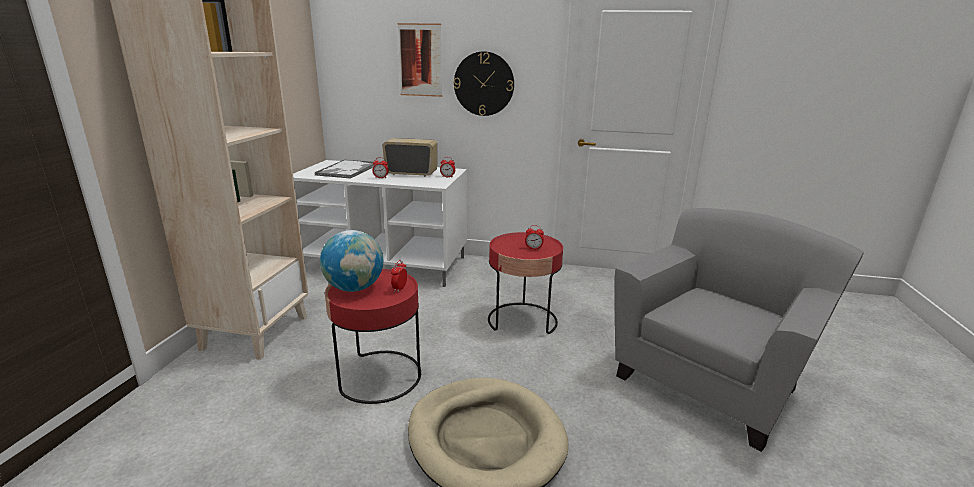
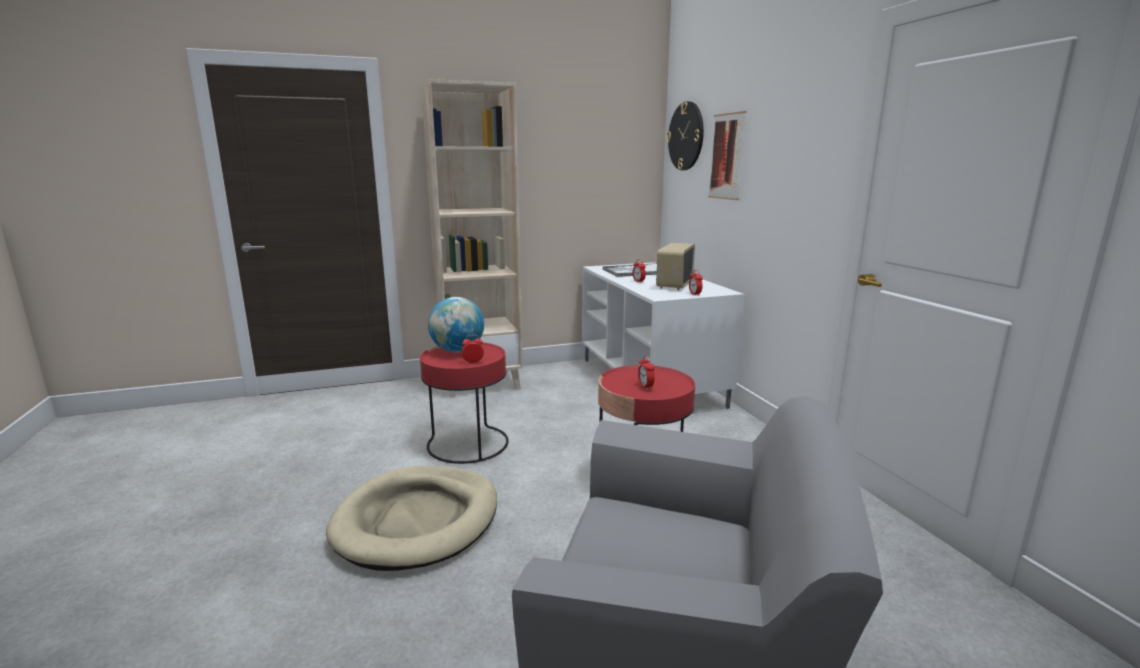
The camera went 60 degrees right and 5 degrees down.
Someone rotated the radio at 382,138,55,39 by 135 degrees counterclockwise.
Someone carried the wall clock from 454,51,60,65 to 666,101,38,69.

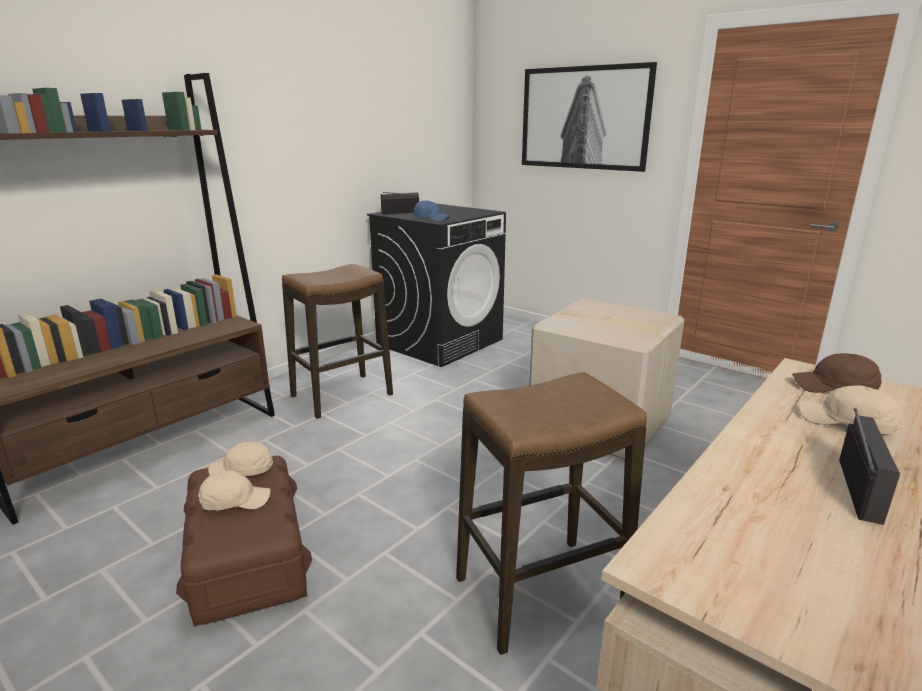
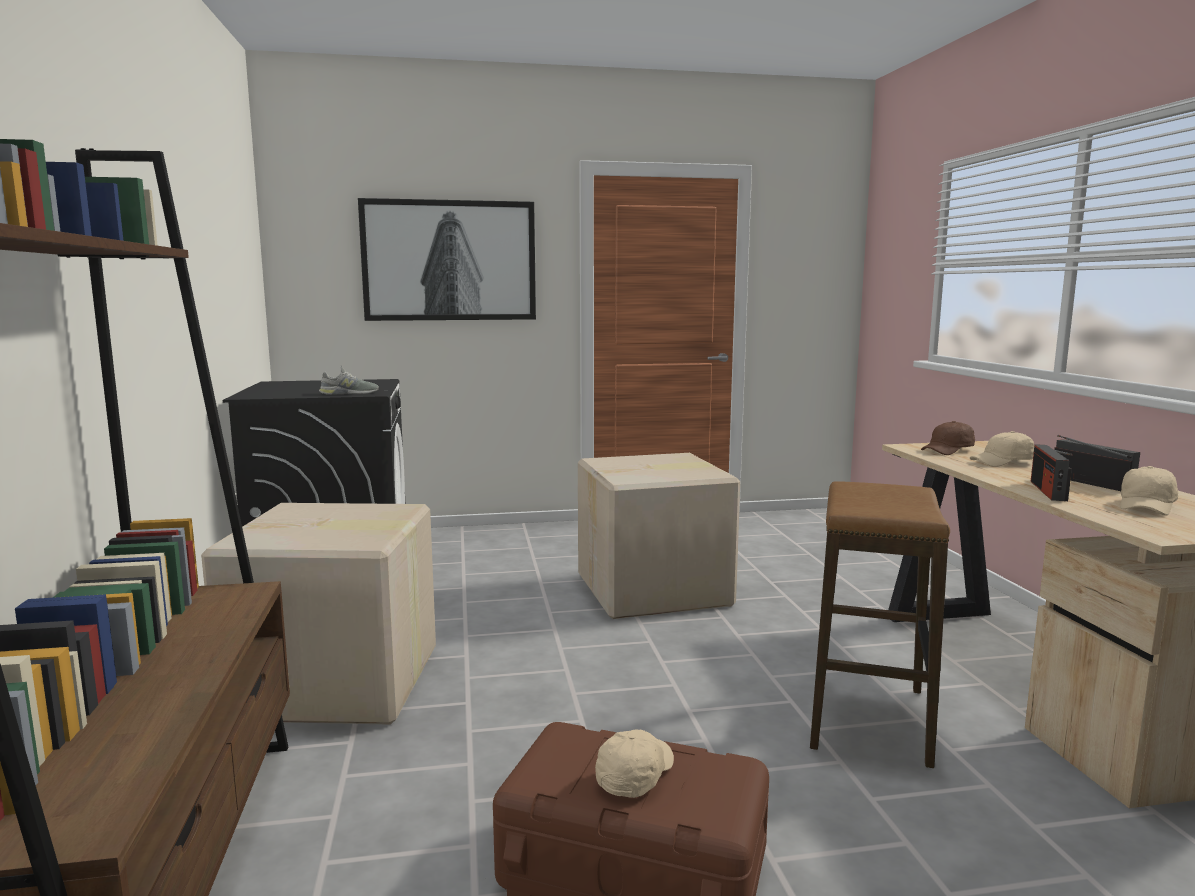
The camera went 50 degrees left and 10 degrees down.
Someone swapped the stool at 282,264,111,155 for the cardboard box at 201,503,235,222.
Someone swapped the blue cap at 414,200,35,21 for the grey shoe at 319,365,60,30.
Someone carried the radio from 381,192,38,23 to 1031,444,42,57.
Someone carried the beige cap from 208,442,65,34 to 1120,466,58,50.

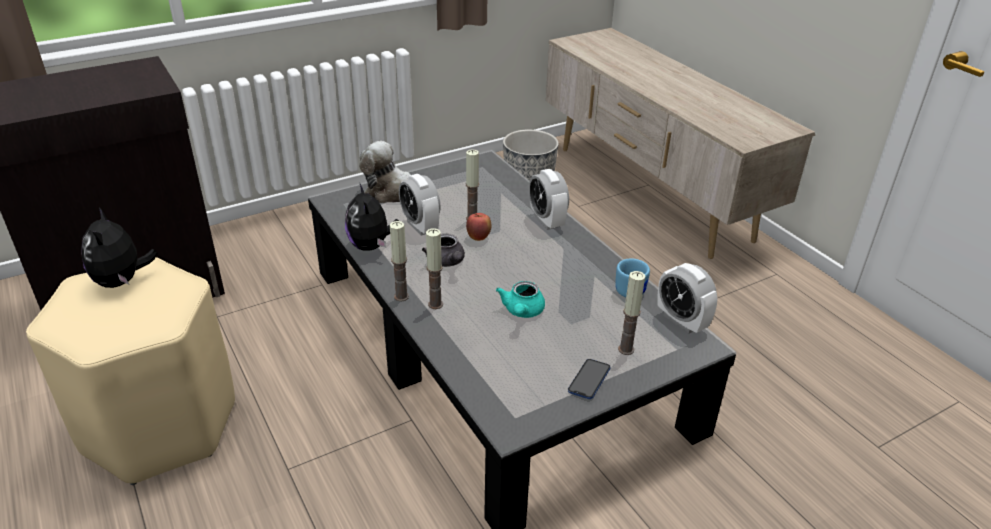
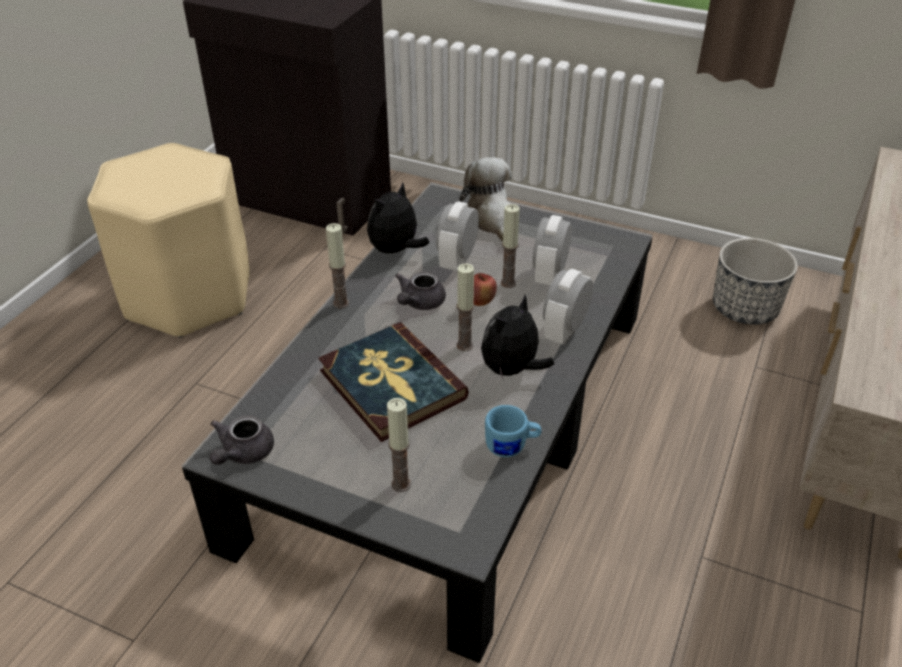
The camera went 55 degrees right and 5 degrees up.
Someone put down the grey teapot at 210,416,64,49.
Someone swapped the turquoise teapot at 496,281,49,37 for the book at 318,322,151,120.
Someone carried the candle from 426,228,17,81 to 457,263,17,88.
Someone carried the plush toy from 81,207,77,81 to 481,294,73,85.
Someone carried the alarm clock from 657,263,60,71 to 532,215,40,71.
Someone took away the phone at 568,359,42,40.

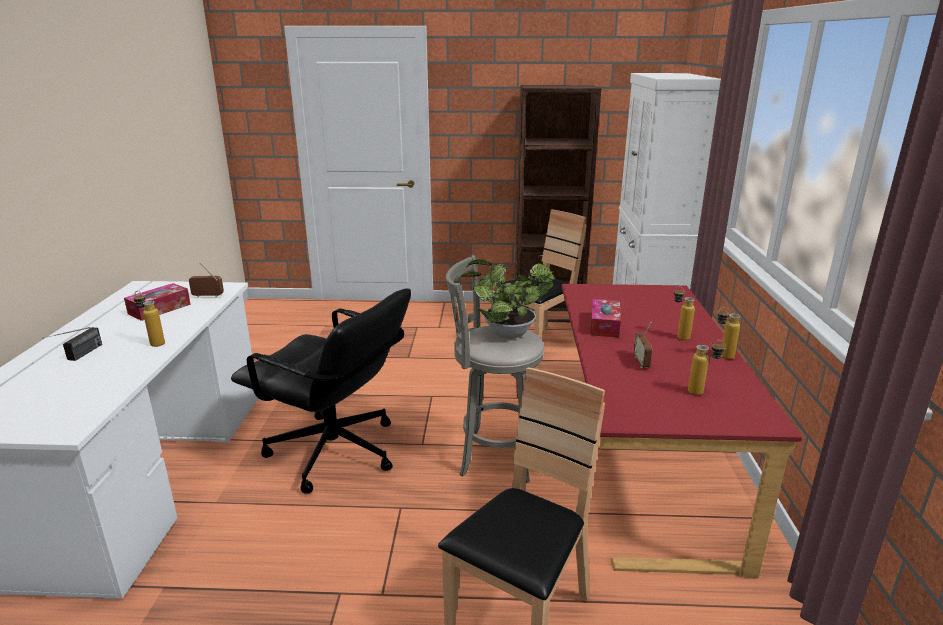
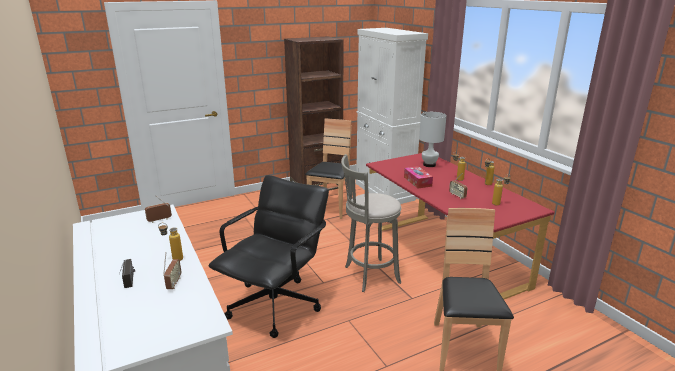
The camera went 30 degrees left and 0 degrees up.
Someone put down the radio at 163,252,18,37.
Someone rotated the black office chair at 231,288,180,206 by 60 degrees counterclockwise.
Someone put down the white table lamp at 419,112,28,55.
Someone took away the tissue box at 124,283,67,38.
Someone took away the potted plant at 455,259,100,80.

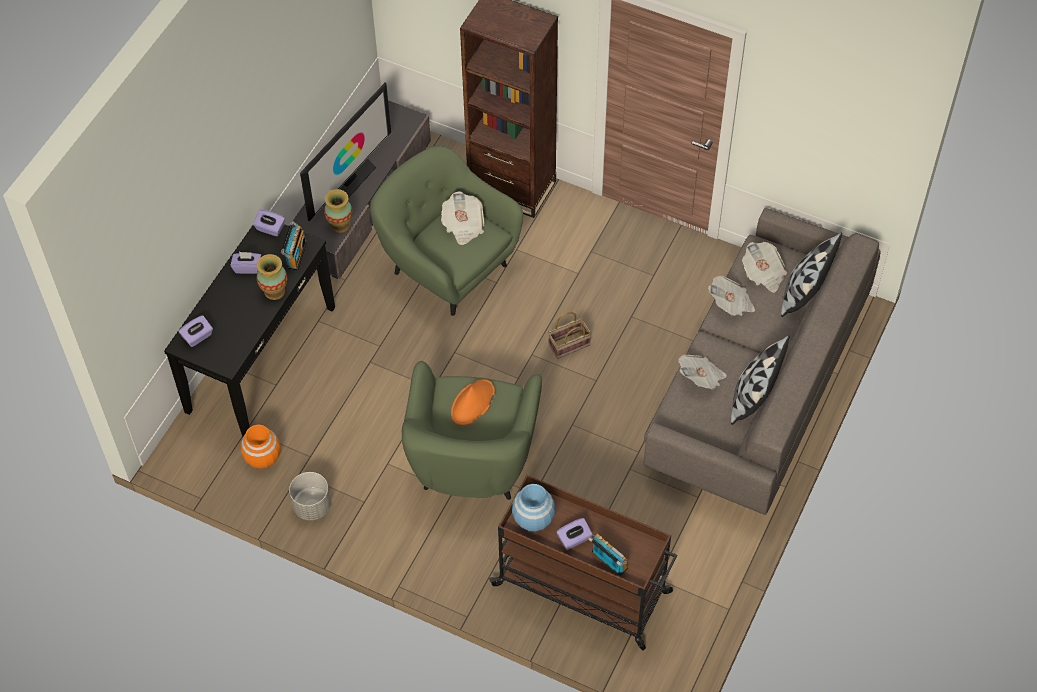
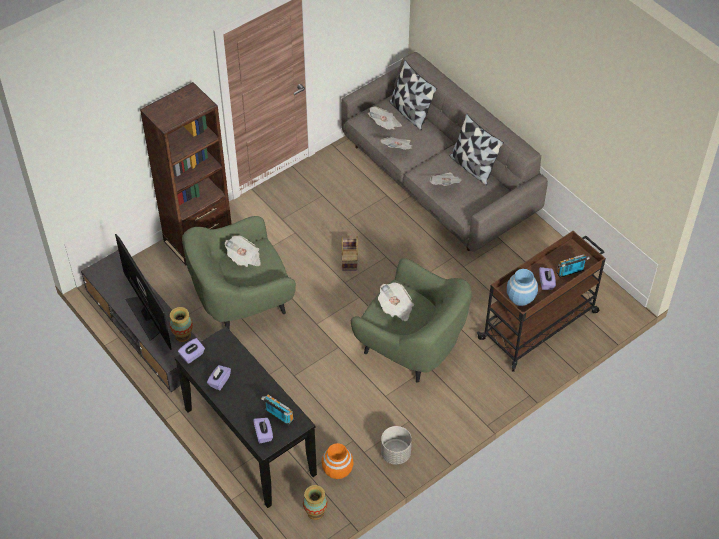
The camera went 65 degrees left and 5 degrees down.
Someone carried the radio from 281,221,26,49 to 261,395,33,30.
Someone carried the vase from 257,254,30,46 to 303,485,25,35.
Someone swapped the orange hat at 451,380,44,46 for the newspaper at 378,283,36,38.

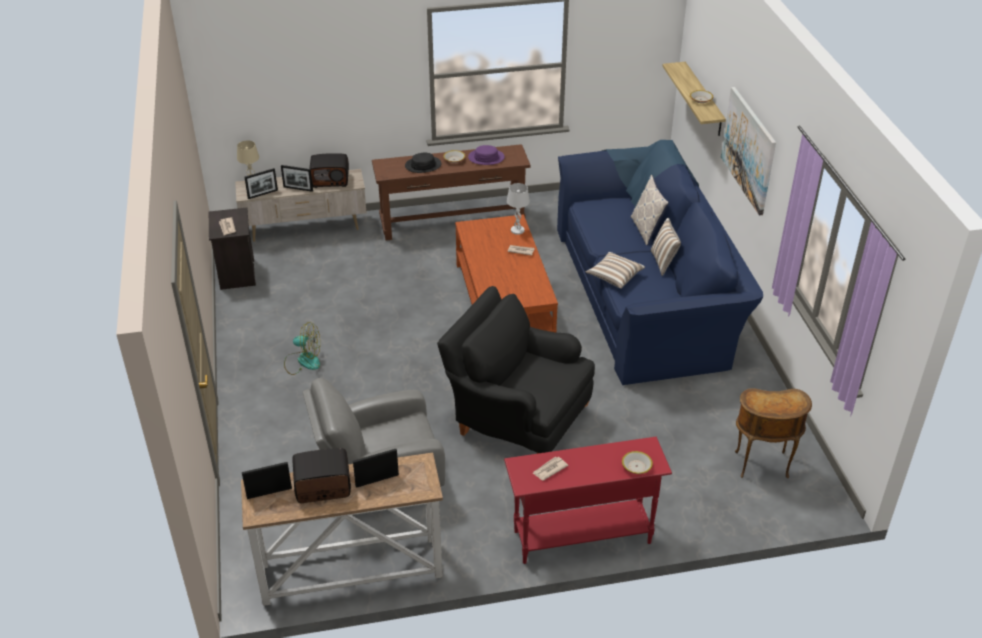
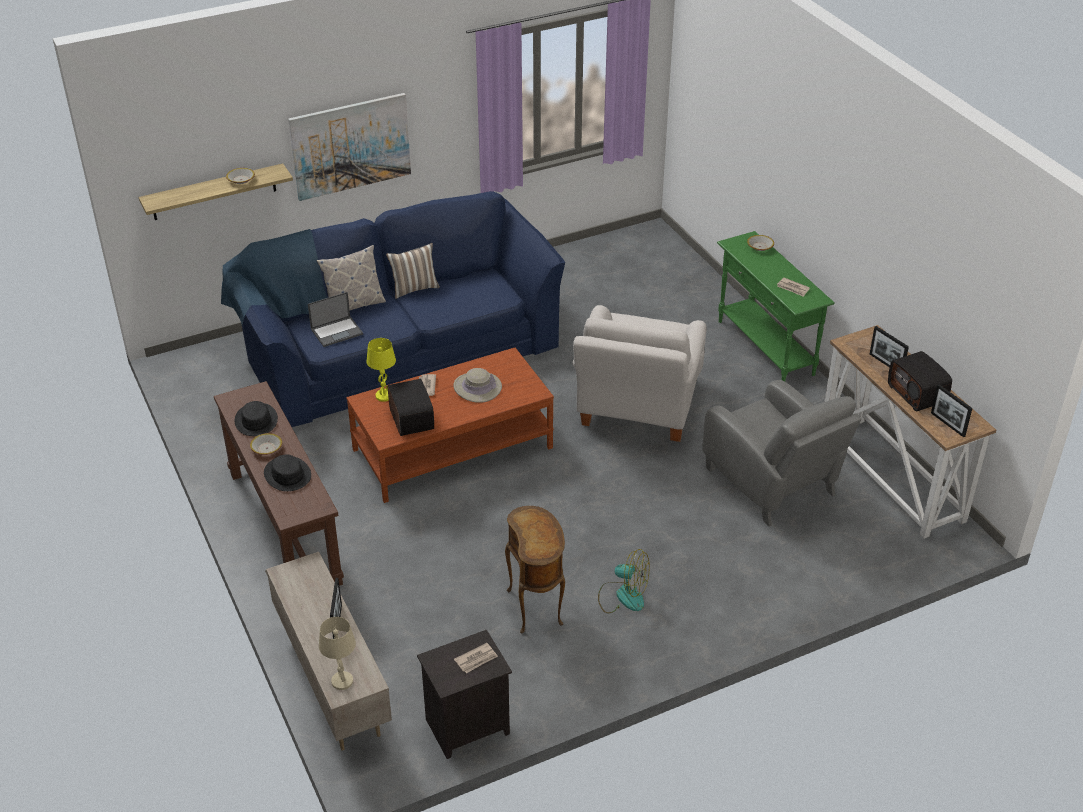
The camera went 105 degrees left and 0 degrees up.
Someone repainted the purple hat at 468,145,37,20, which became the black hat at 235,401,43,35.
Someone put down the laptop at 308,292,55,55.
Someone repainted the white table lamp at 507,183,23,52, which became the yellow table lamp at 367,338,29,64.
Someone carried the radio from 309,153,40,35 to 387,379,47,57.
Someone put down the beige hat at 454,368,48,35.
Someone carried the brown side table from 735,388,77,90 to 505,506,60,127.
Someone repainted the black armchair at 437,286,158,168, which became the white armchair at 573,305,134,137.
Someone rotated the fan at 284,322,36,53 by 120 degrees clockwise.
Someone repainted the red console table at 504,437,168,127, which became the green console table at 717,231,118,151.
Someone took away the picture frame at 244,168,34,31.
Someone took away the pillow at 586,252,59,37.

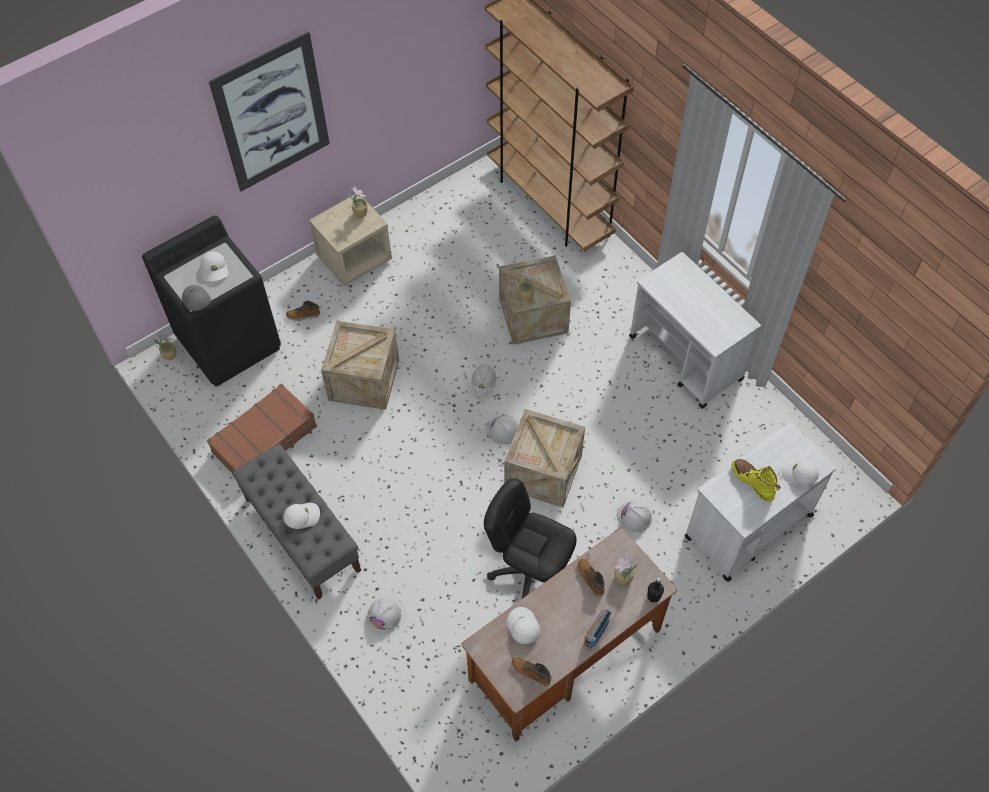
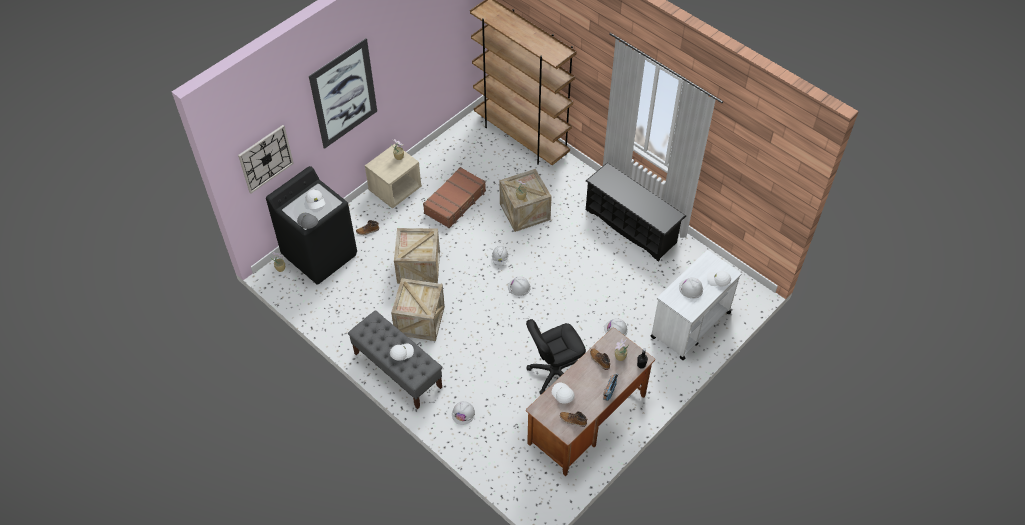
The camera went 10 degrees left and 5 degrees down.
Someone put up the wall clock at 238,125,56,68.
Someone carried the crate from 504,409,81,98 to 391,278,54,63.
Someone carried the brown suitcase from 207,383,110,89 to 423,167,63,61.
Someone rotated the black office chair at 484,478,92,121 by 45 degrees counterclockwise.
Someone swapped the white cart at 629,252,132,157 for the black shoe rack at 586,162,100,100.
Someone swapped the yellow boot at 731,459,50,43 for the white hard hat at 679,278,24,21.

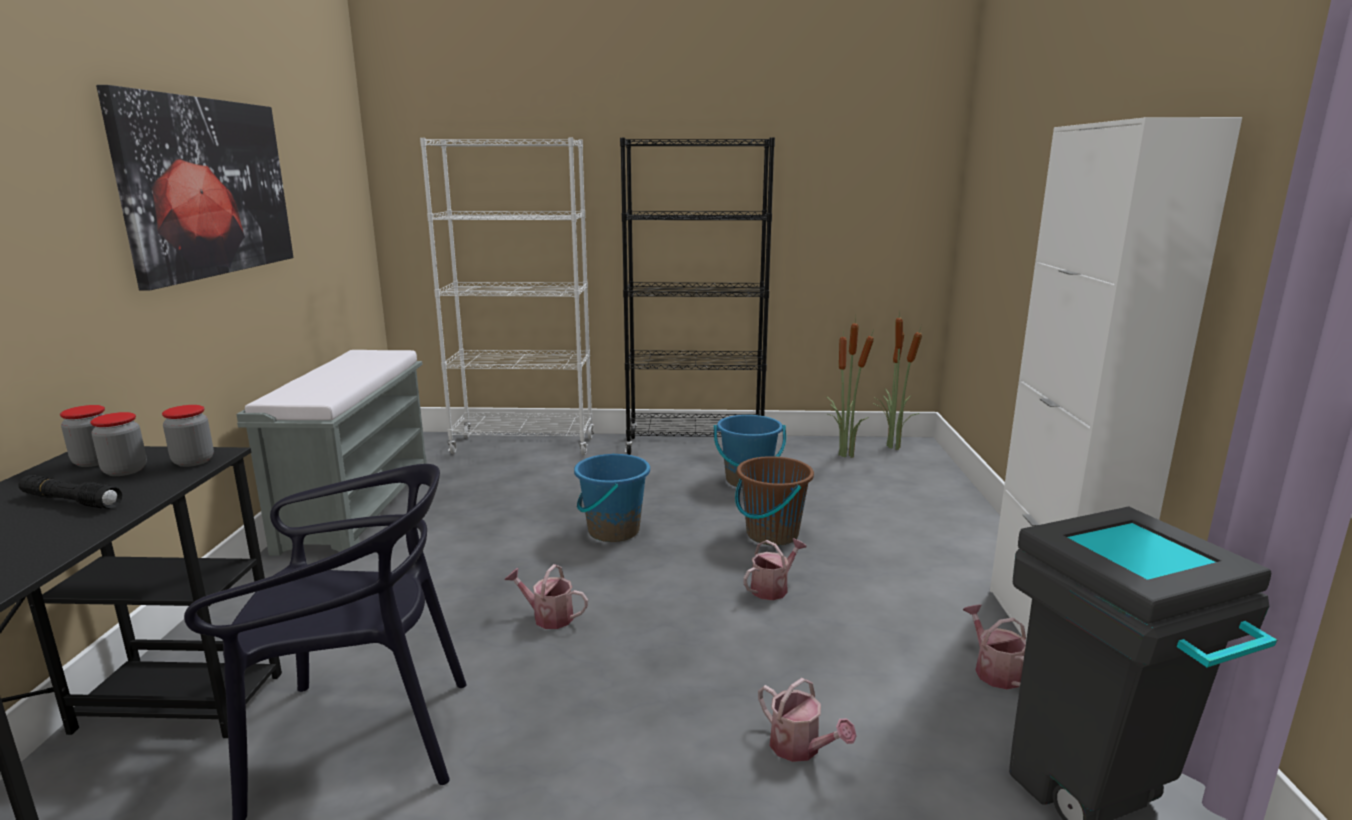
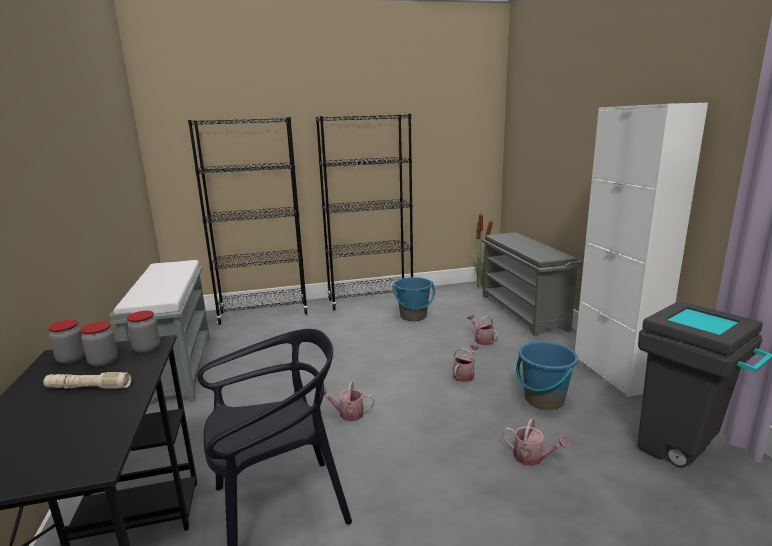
The camera went 15 degrees left and 0 degrees up.
Someone repainted the black flashlight at 19,475,103,34, which became the beige flashlight at 43,372,88,17.
Someone repainted the white bookcase at 420,138,174,318, which became the black bookcase at 188,117,120,208.
Someone carried the watering can from 963,604,63,85 to 467,315,31,30.
Someone put down the grey shoe rack at 482,233,101,103.
Someone carried the blue bucket from 574,453,76,89 to 516,342,62,68.
Someone took away the picture at 96,85,198,206.
Someone took away the brown bucket at 735,456,79,90.
Someone took away the potted plant at 826,317,48,141.

